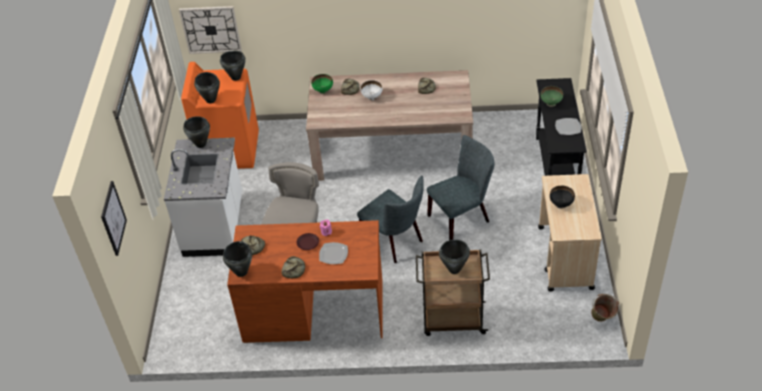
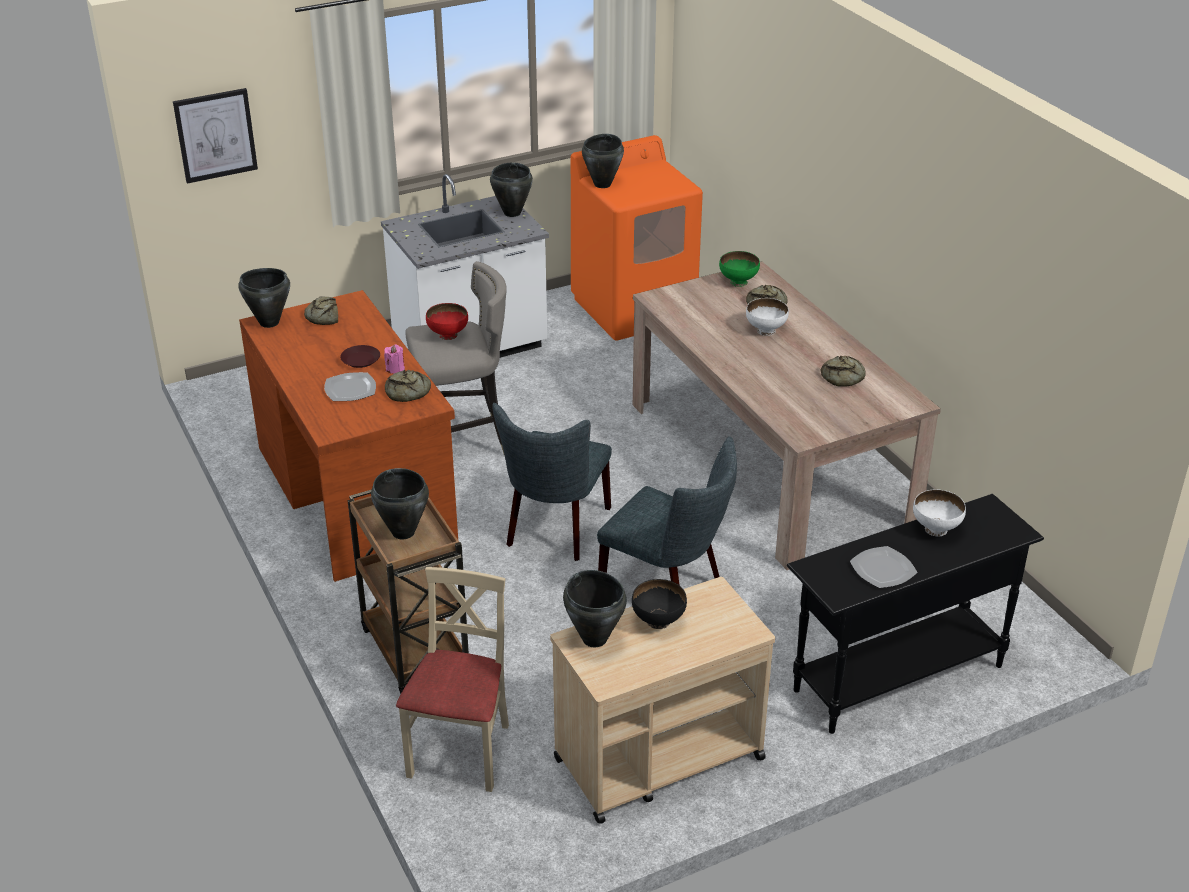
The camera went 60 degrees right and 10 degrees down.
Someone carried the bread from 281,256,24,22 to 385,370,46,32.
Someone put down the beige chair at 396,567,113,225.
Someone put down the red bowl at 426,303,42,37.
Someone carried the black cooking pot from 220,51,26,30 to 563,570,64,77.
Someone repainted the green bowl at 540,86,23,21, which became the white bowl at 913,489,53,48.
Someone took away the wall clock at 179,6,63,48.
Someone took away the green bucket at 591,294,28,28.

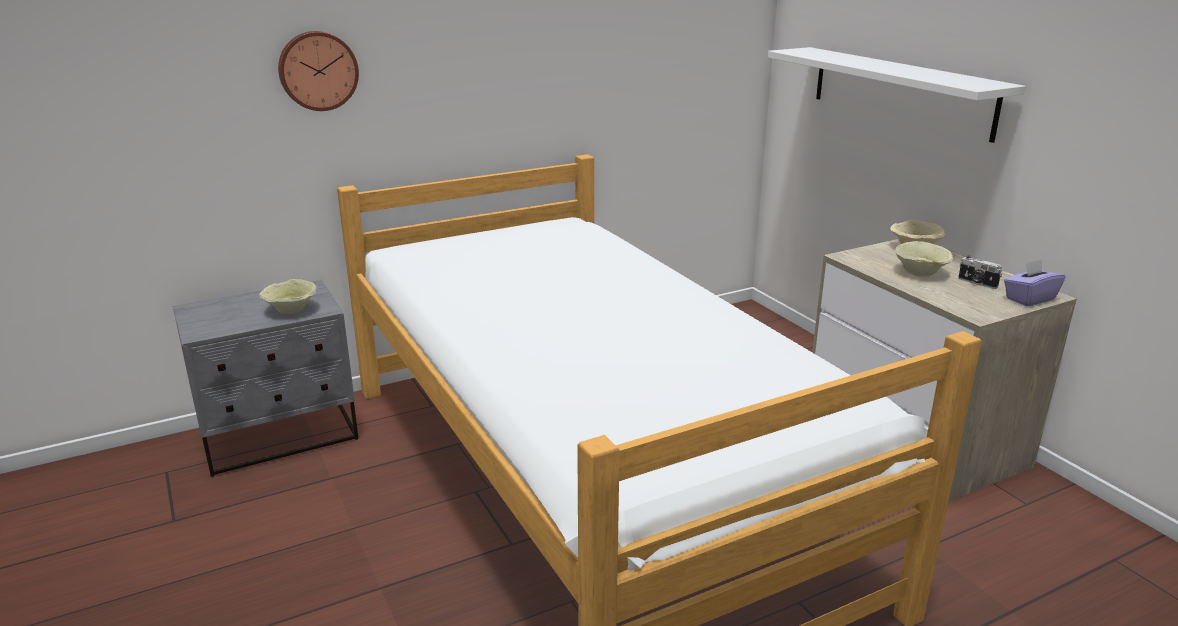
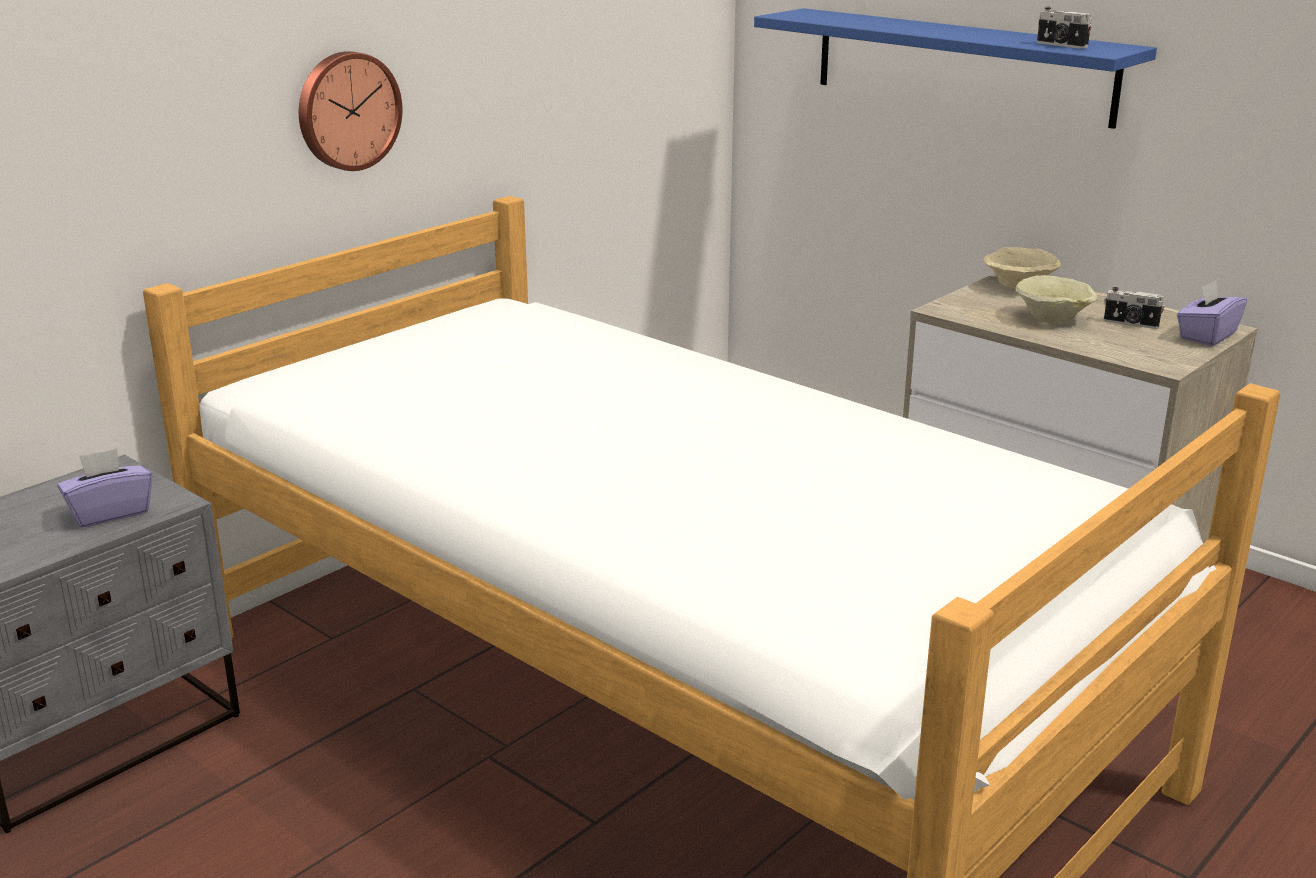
The camera went 20 degrees left and 0 degrees up.
Someone swapped the beige bowl at 259,279,57,35 for the purple tissue box at 57,448,95,80.
Someone carried the wall clock from 278,31,81,80 to 299,51,103,120.
Someone repainted the white shelf at 768,47,258,96, which became the blue shelf at 754,8,403,121.
Someone put down the photo camera at 1037,7,55,42.

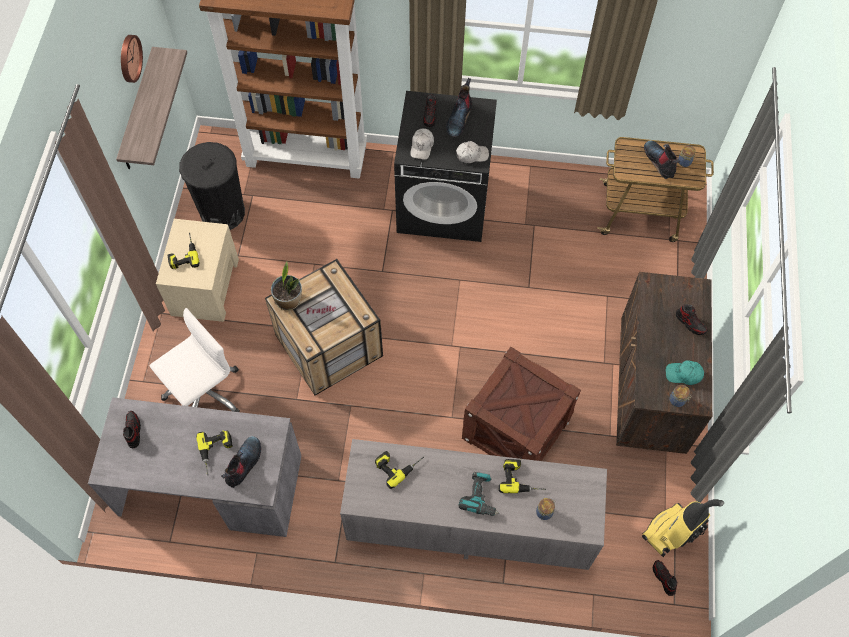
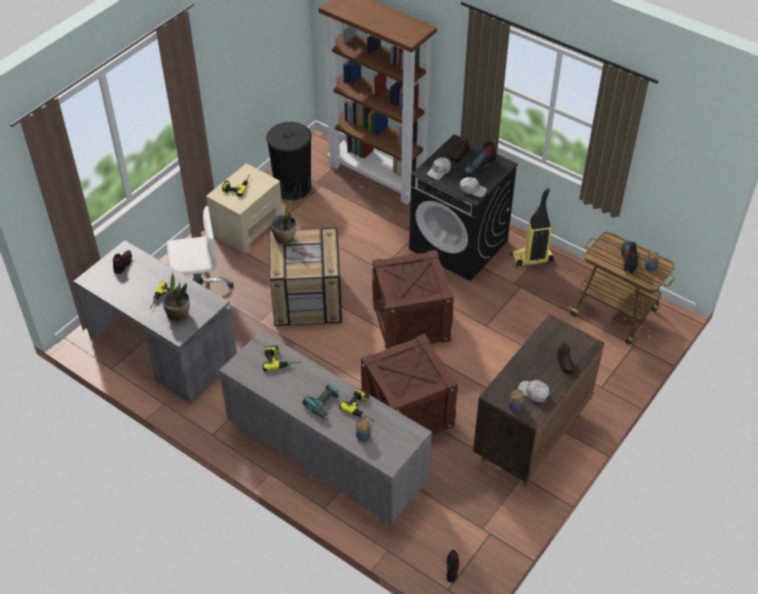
The camera went 30 degrees right and 15 degrees down.
Someone swapped the boot at 221,436,40,52 for the potted plant at 162,272,28,50.
Someone put down the crate at 372,250,82,99.
Someone carried the vacuum cleaner from 642,499,82,58 to 511,188,43,80.
Someone repainted the turquoise cap at 666,360,38,25, which became the white cap at 518,380,32,23.
Someone took away the shelf at 116,47,71,122.
Someone took away the wall clock at 121,35,22,48.

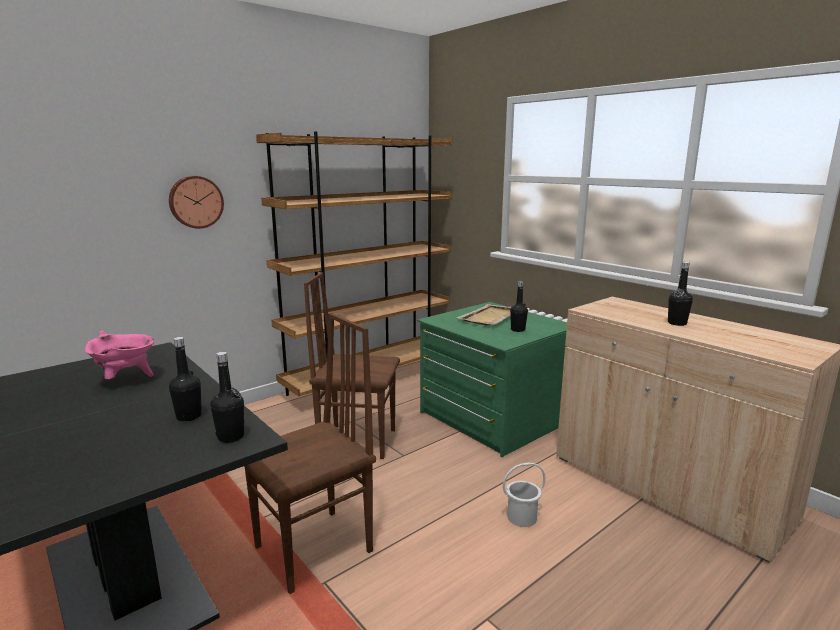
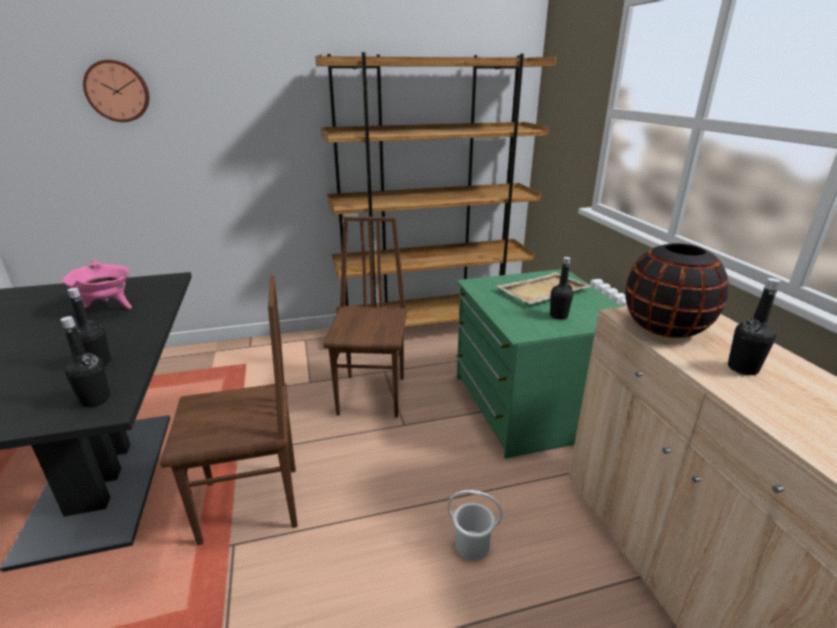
The camera went 25 degrees right and 10 degrees up.
Someone carried the wall clock from 169,176,55,53 to 83,60,66,62.
Someone rotated the brown chair at 304,272,96,187 by 60 degrees clockwise.
Someone put down the black vase at 625,243,104,95.

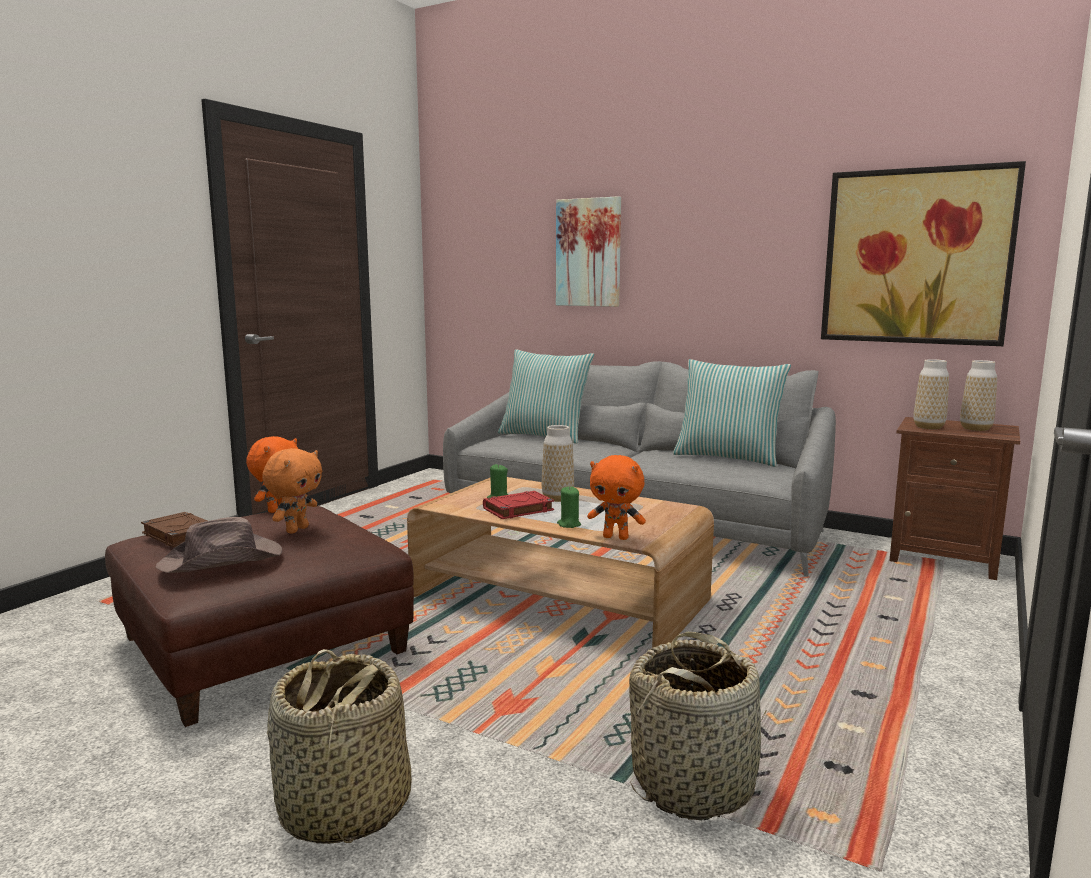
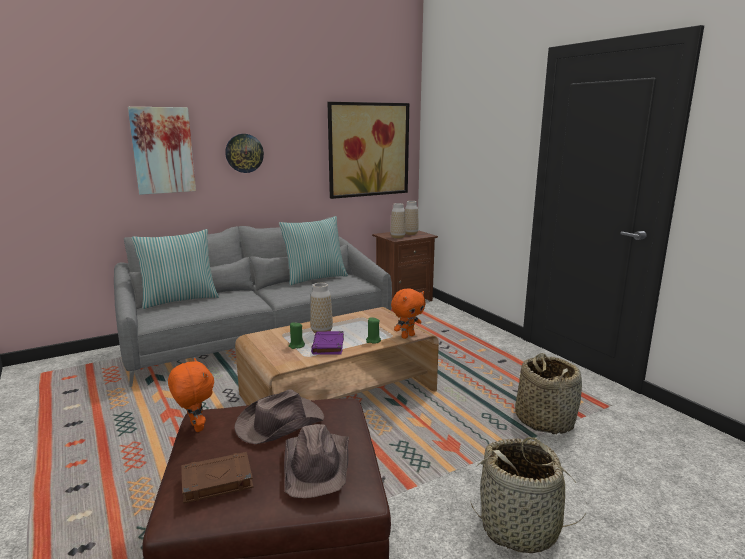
The camera went 60 degrees left and 5 degrees up.
Someone put up the wall clock at 225,134,39,39.
Someone swapped the orange plush toy at 262,448,60,86 for the brown hat at 234,389,90,55.
Someone repainted the red book at 483,491,71,28, which became the purple book at 311,331,33,24.

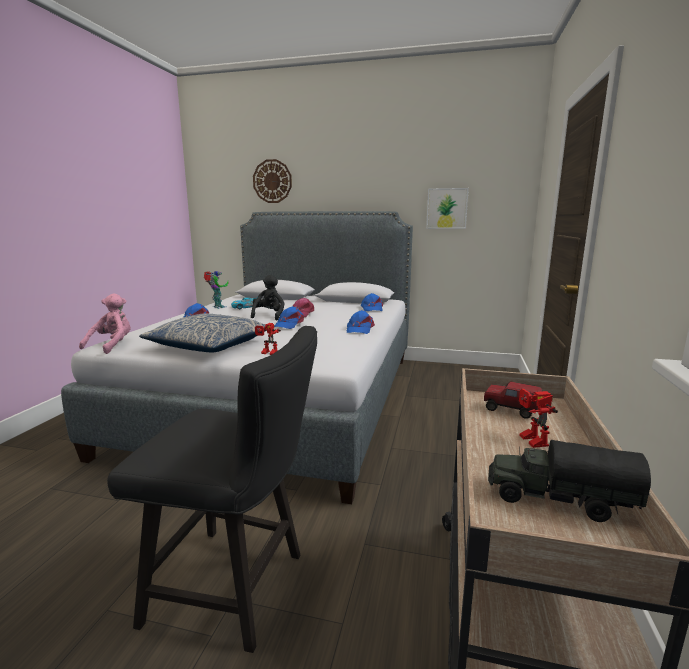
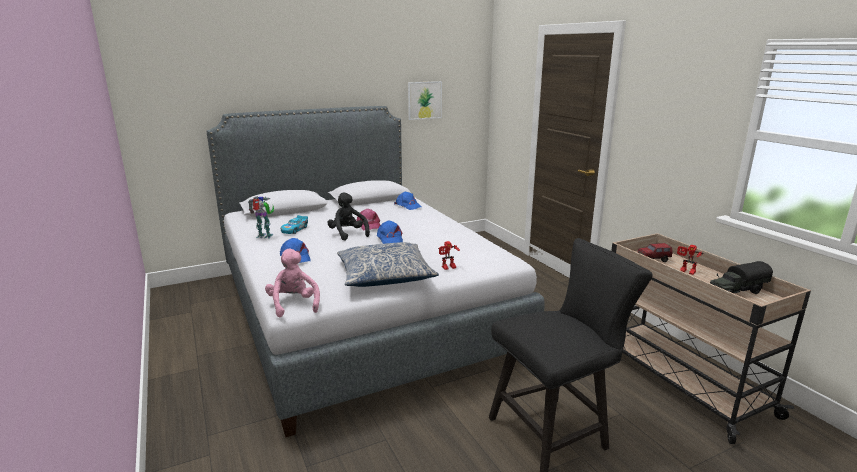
The camera went 40 degrees left and 5 degrees up.
Someone took away the wall clock at 253,159,39,44.
Someone took away the blue cap at 347,310,28,24.

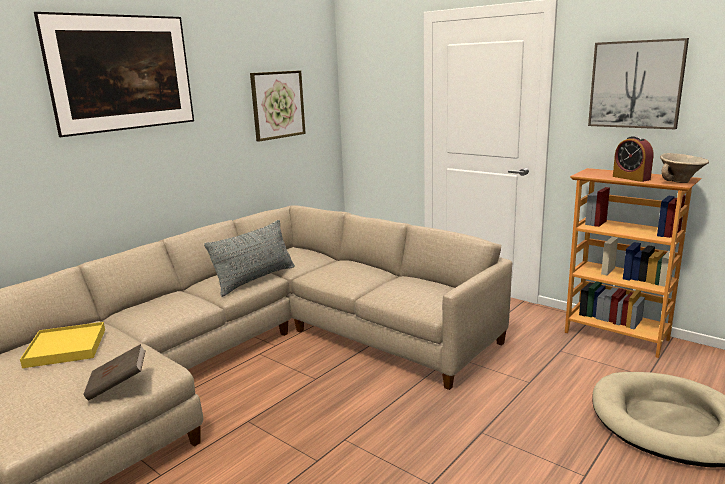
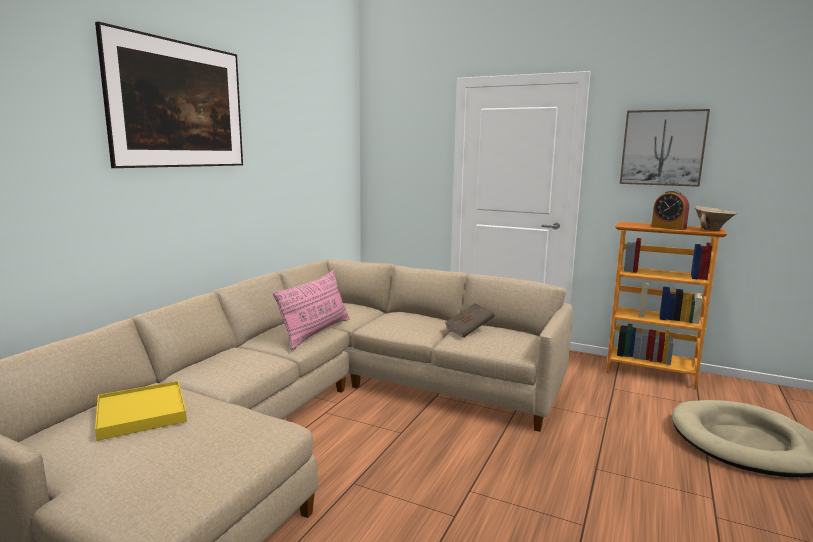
The camera went 15 degrees left and 5 degrees down.
Someone repainted the grey pillow at 204,220,91,77, which became the pink pillow at 273,270,77,80.
Someone carried the brown book from 83,344,63,56 to 445,303,50,34.
Someone took away the picture at 250,70,56,72.

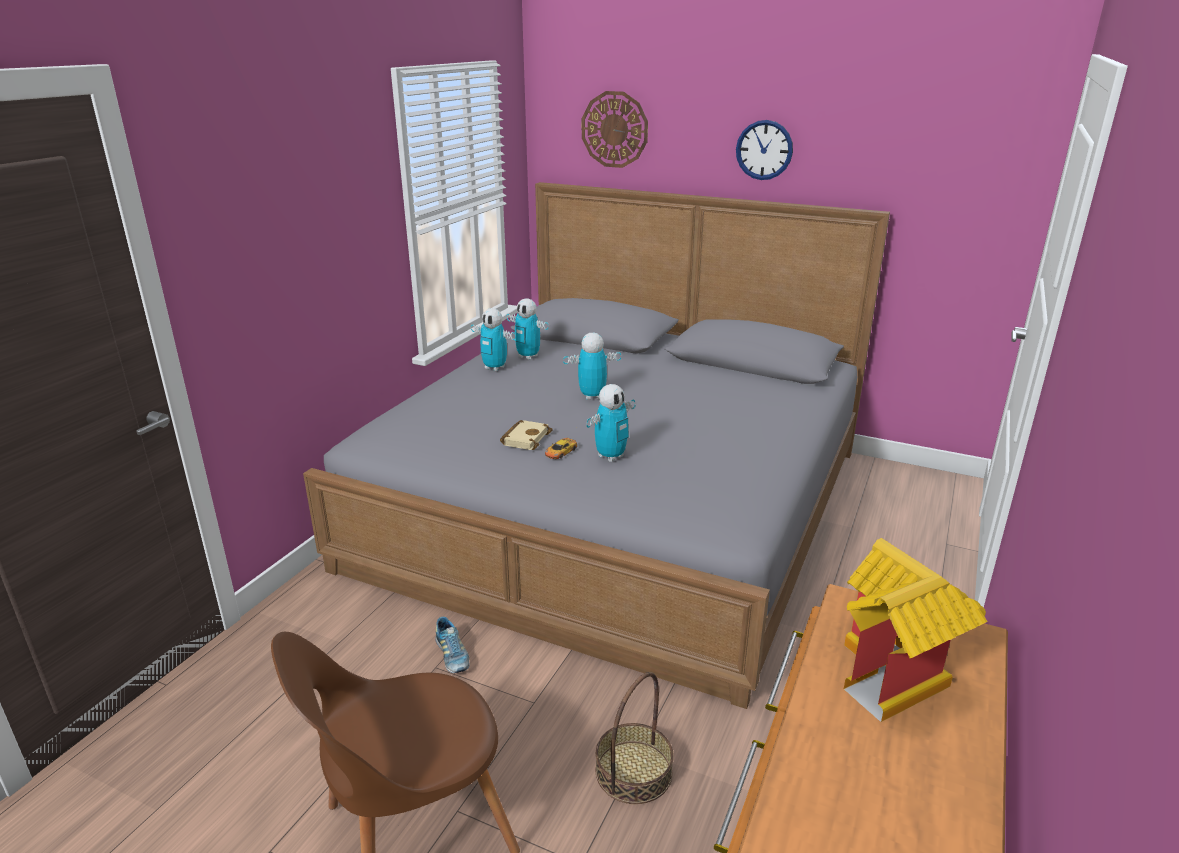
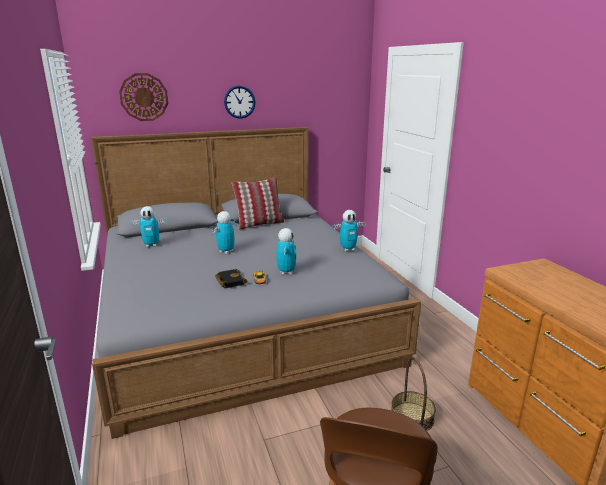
The camera went 45 degrees left and 5 degrees down.
Someone repainted the beige book at 500,420,53,30, which became the black book at 215,269,32,19.
Someone put down the pillow at 232,177,52,53.
Someone carried the toy robot from 471,308,45,63 to 332,210,34,41.
Someone took away the shoe at 435,617,35,56.
Someone took away the toy house at 844,538,144,184.

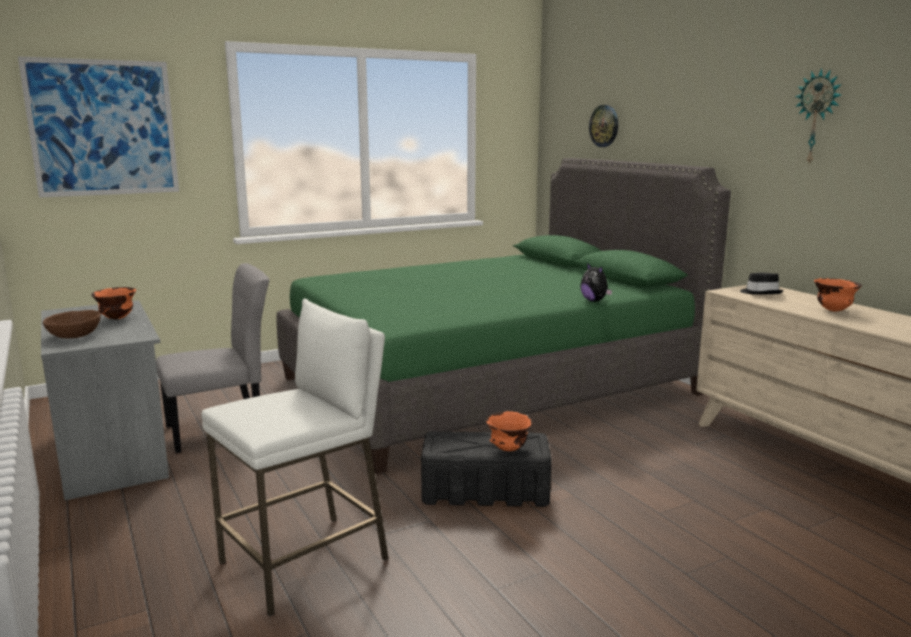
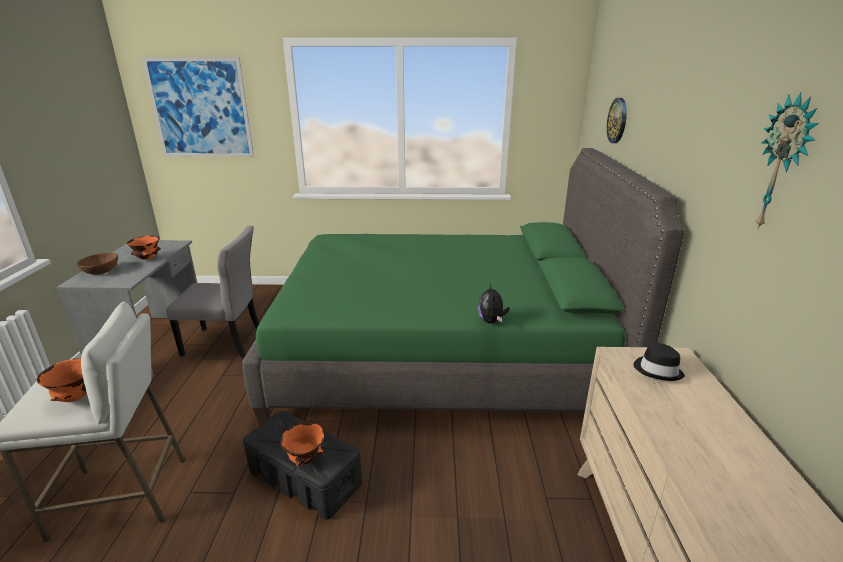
The camera went 30 degrees right and 10 degrees up.
Someone carried the orange bowl from 814,278,48,34 to 37,358,50,44.

